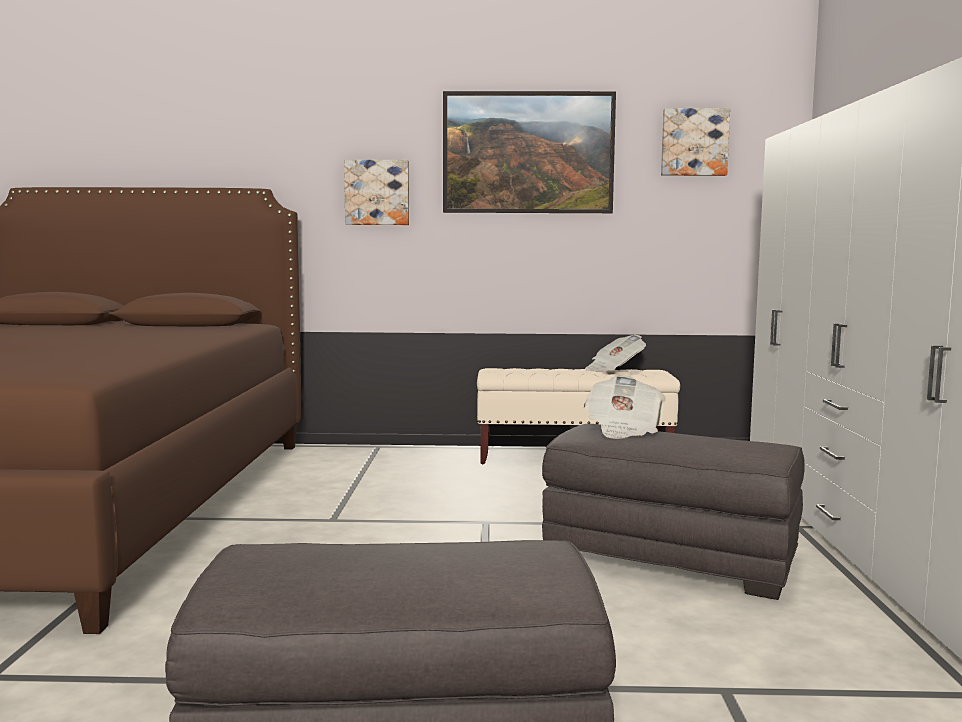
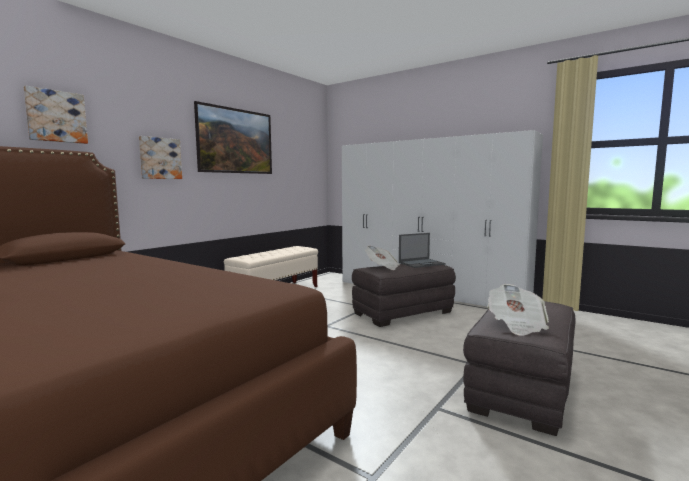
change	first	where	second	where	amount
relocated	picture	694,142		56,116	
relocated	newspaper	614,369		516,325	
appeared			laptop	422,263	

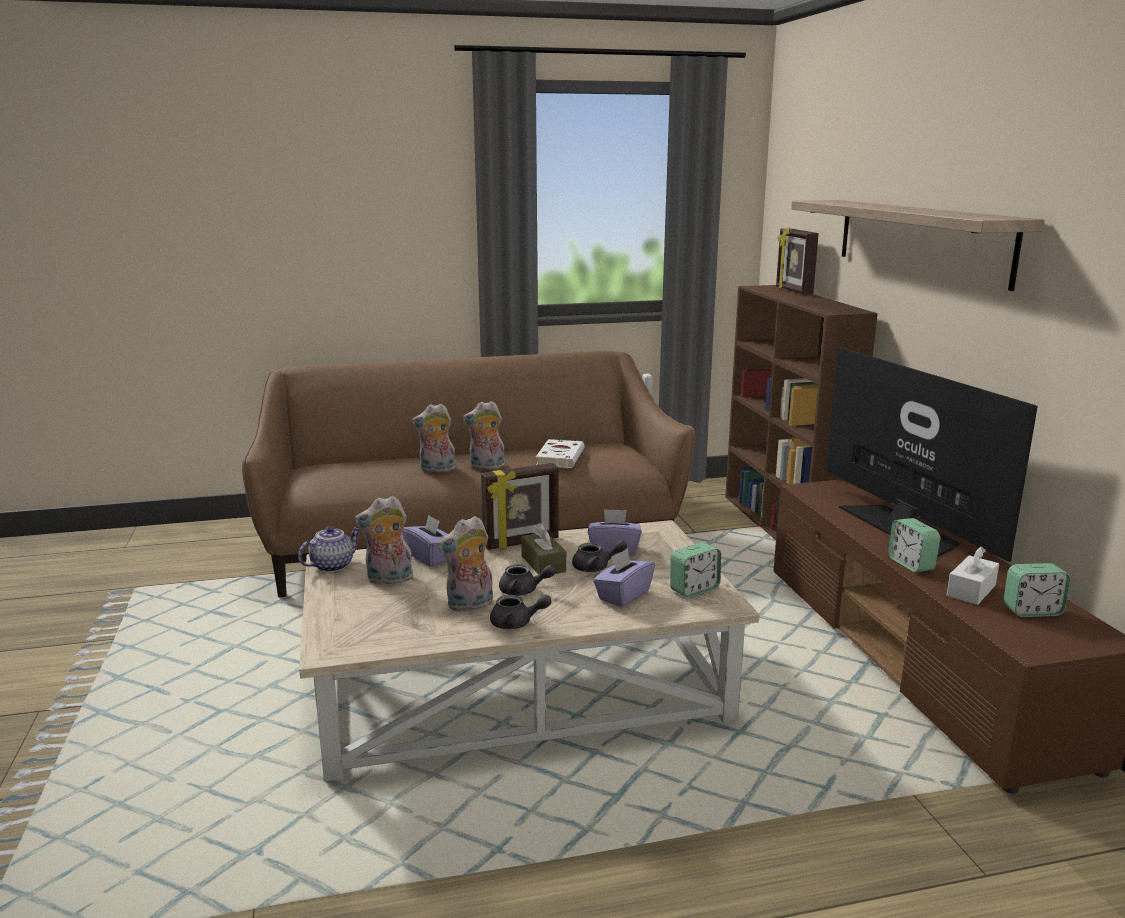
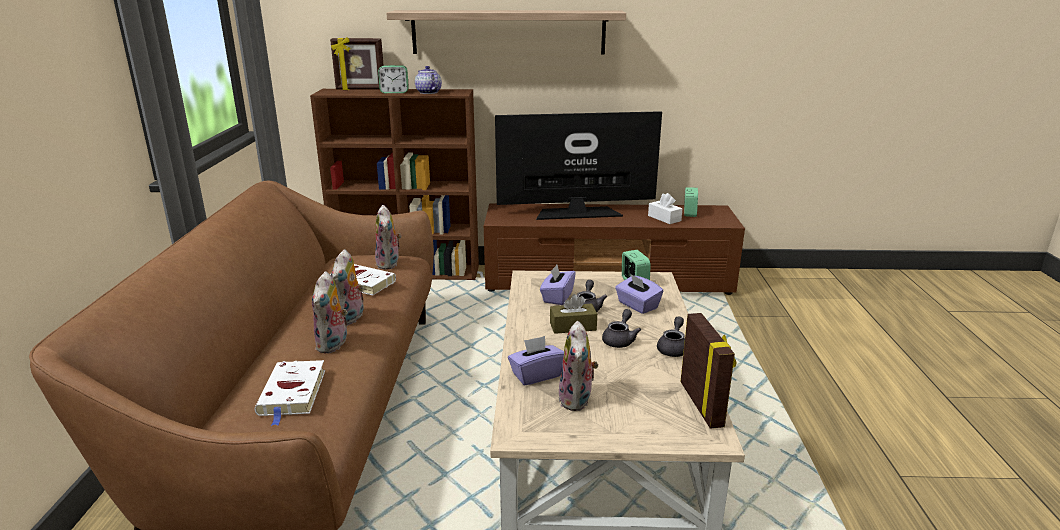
change	first	where	second	where	amount
relocated	picture frame	521,543		702,404	
relocated	plush toy	470,605		389,264	
relocated	alarm clock	911,564		394,92	
relocated	teapot	333,565		428,92	
appeared			white book	292,394	

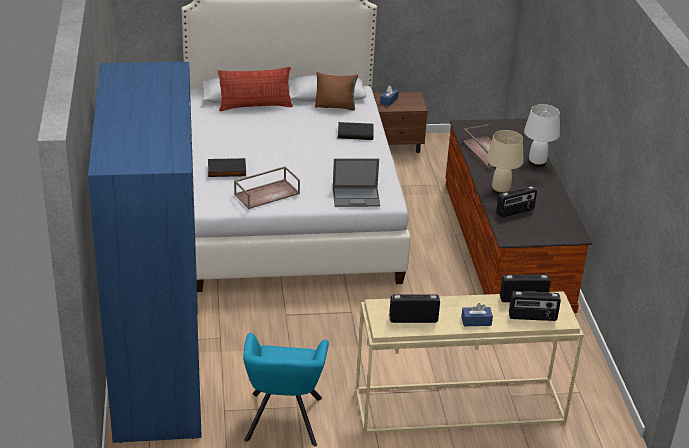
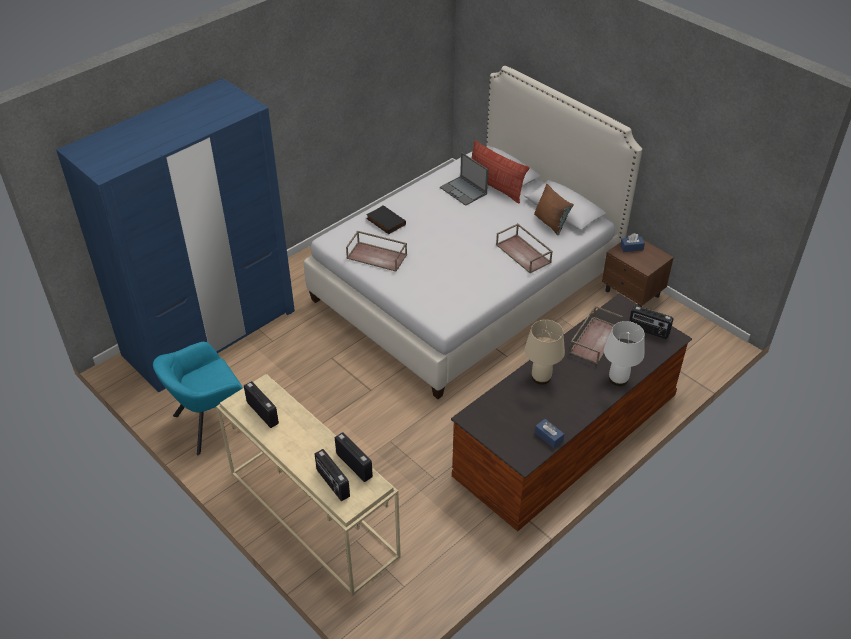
change	first	where	second	where	amount
exchanged	black book	355,133	brown tray	524,253	
relocated	laptop	356,197		464,191	
relocated	radio	515,212		648,331	
relocated	blue tissue box	476,321		548,437	

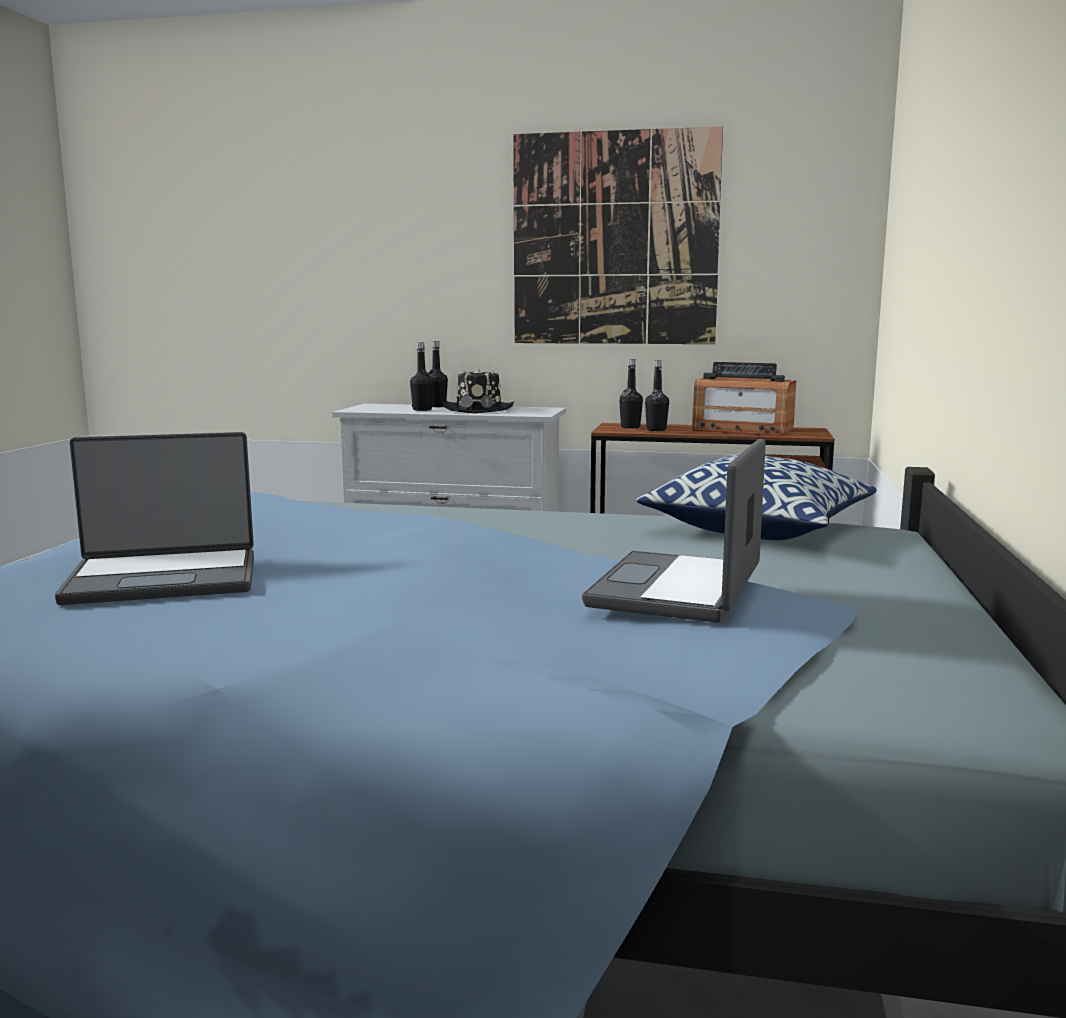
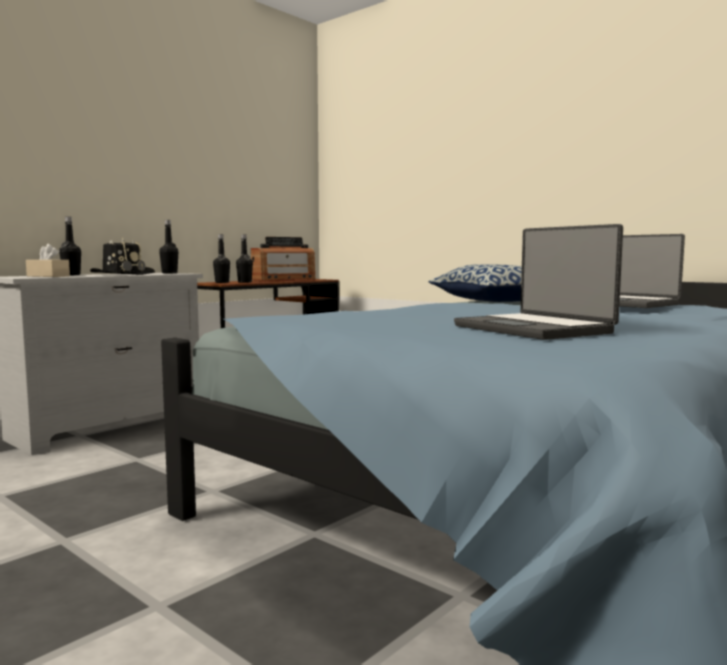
change	first	where	second	where	amount
missing	picture	614,239			
relocated	black bottle	422,409		169,273	
spun	laptop	164,579		534,329	135 degrees clockwise
appeared			beige tissue box	48,276	

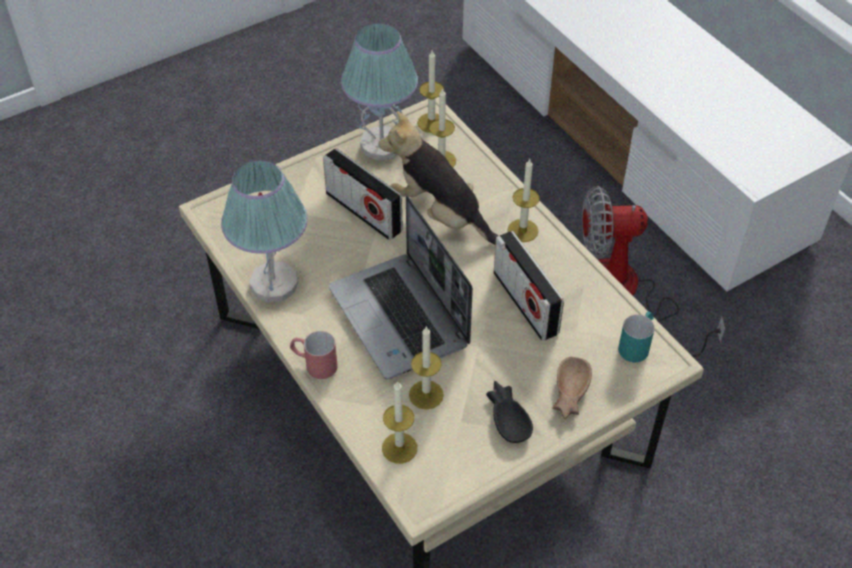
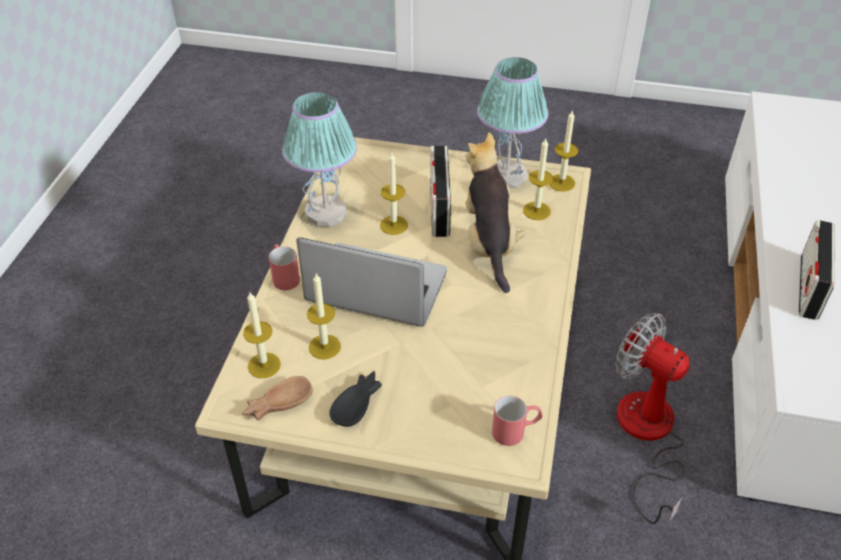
change	first	where	second	where	amount
relocated	candle	522,230		393,225	
spun	laptop	401,318		374,288	90 degrees clockwise
relocated	radio	525,303		808,287	
colour	turquoise mug	636,344	red mug	516,431	
relocated	brown bowl	568,392		277,403	

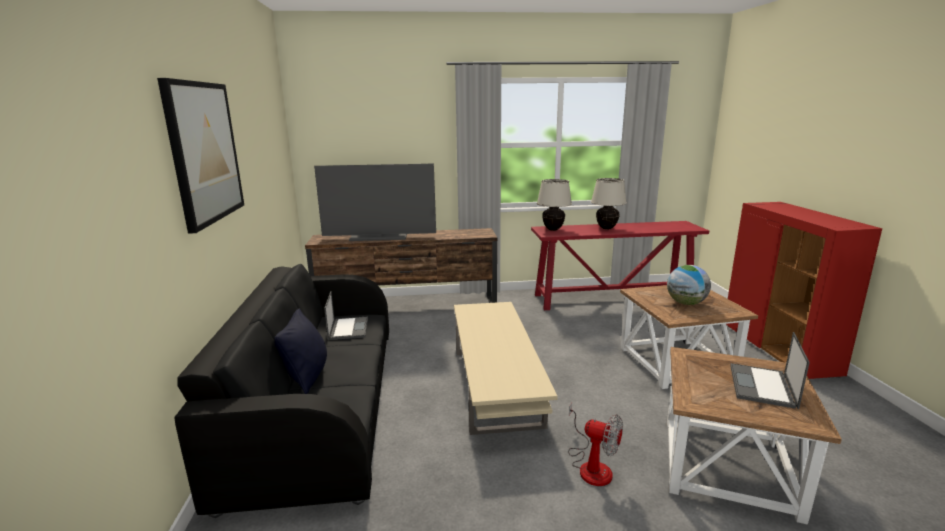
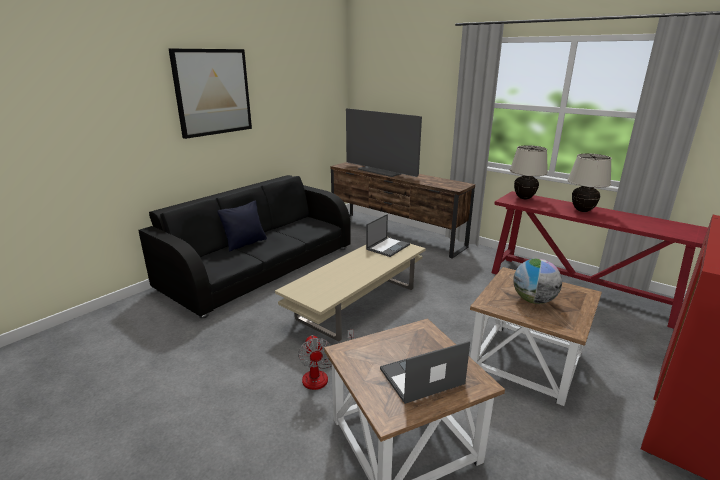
change	first	where	second	where	amount
relocated	laptop	348,328		388,247	

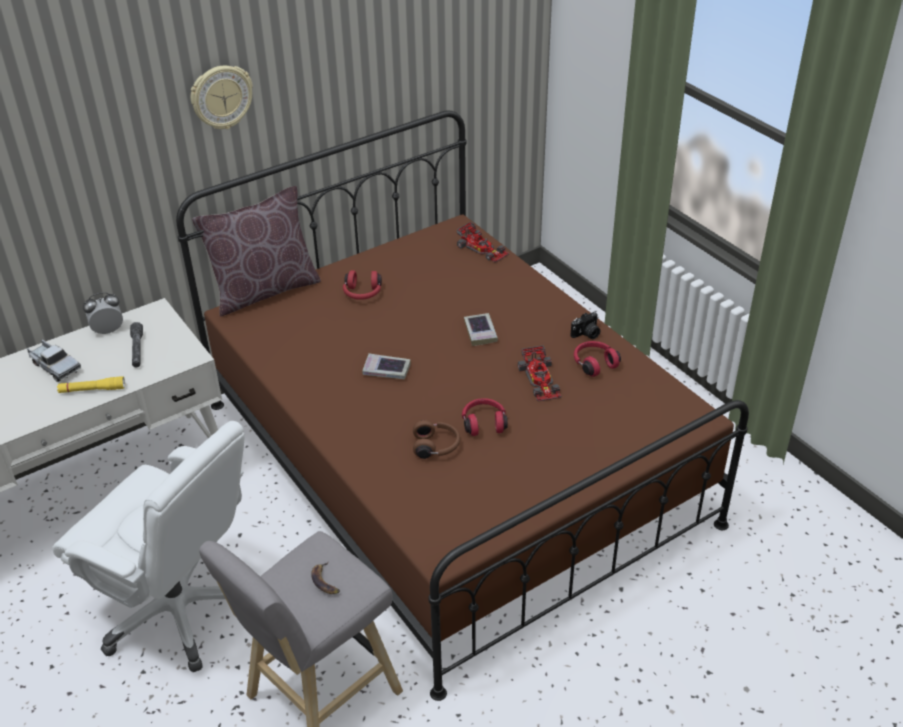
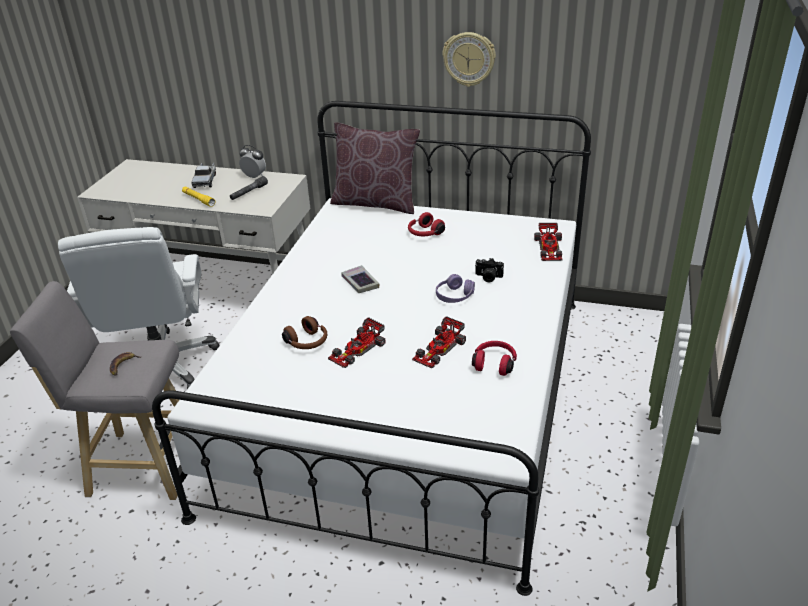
change	first	where	second	where	amount
relocated	wall clock	221,97		469,59	
colour	brown bed	453,461	white bed	407,396	
relocated	photo camera	586,334		488,277	
exchanged	book	480,332	purple headphones	454,296	
exchanged	red headphones	484,423	toy car	357,349	

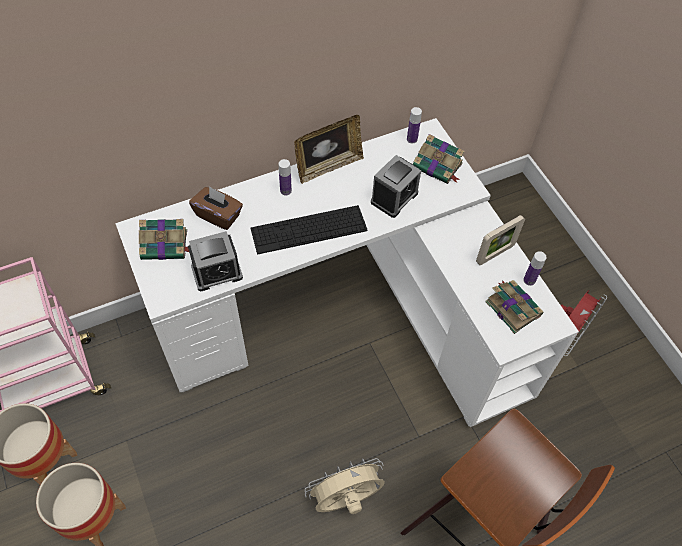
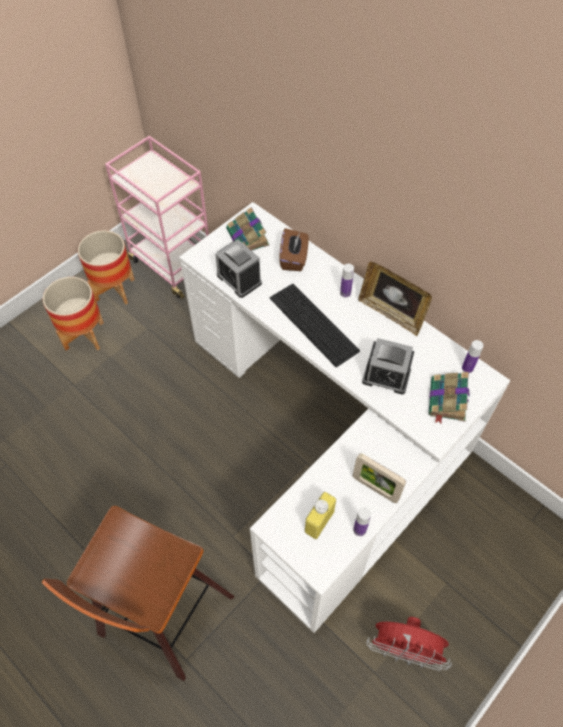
change	first	where	second	where	amount
exchanged	book	512,307	yellow bottle	319,522	
missing	beige fan	346,500			

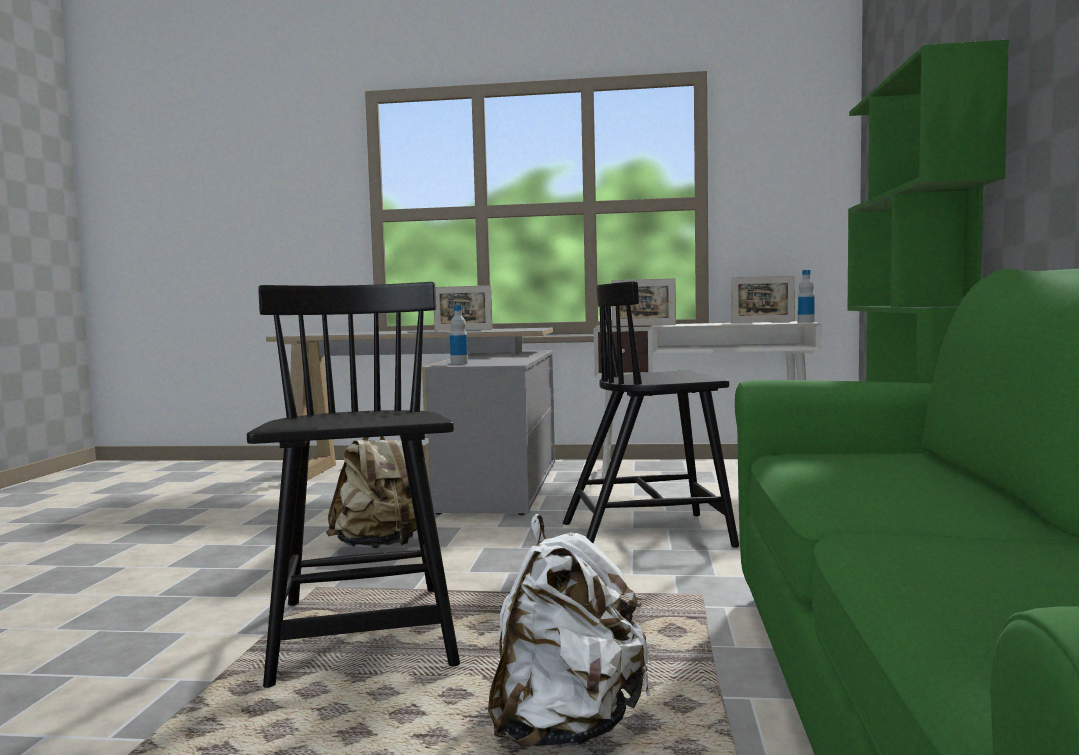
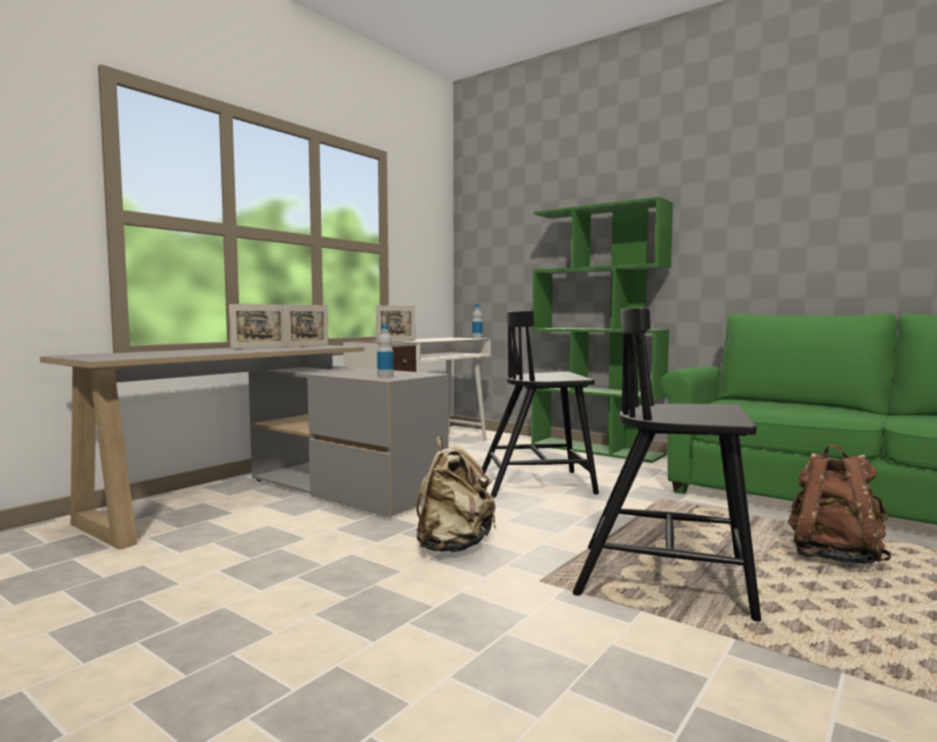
change	first	where	second	where	amount
relocated	picture frame	763,322		307,346	
spun	black chair	649,534		538,484	60 degrees clockwise
colour	white backpack	567,728	brown backpack	834,557	

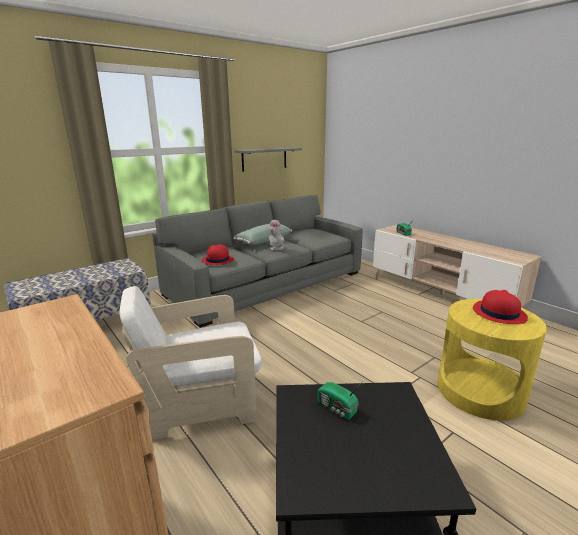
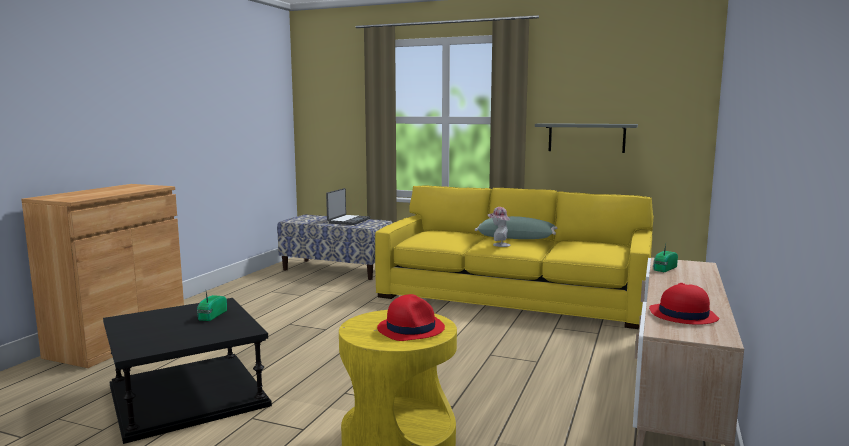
change	first	where	second	where	amount
colour	grey sofa	267,283	yellow sofa	513,296	
relocated	red hat	217,260		682,315	
missing	white armchair	201,403			
appeared			laptop	348,221	

